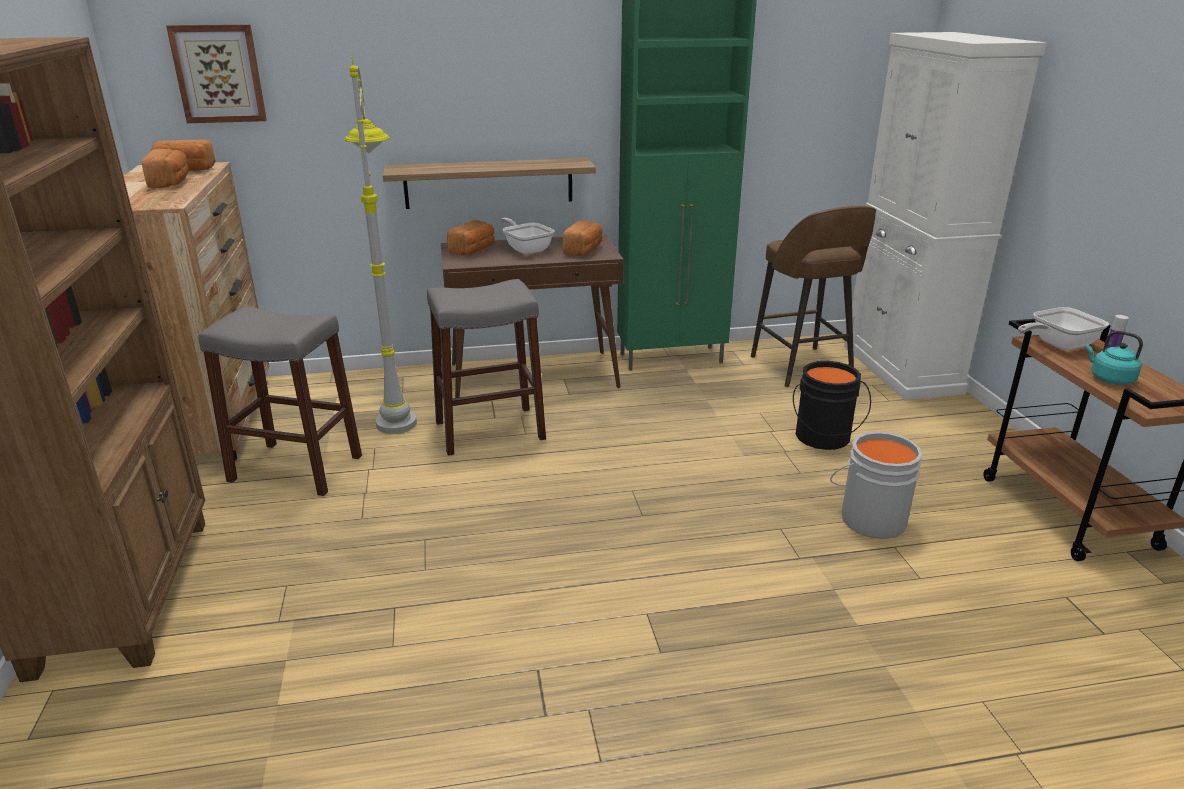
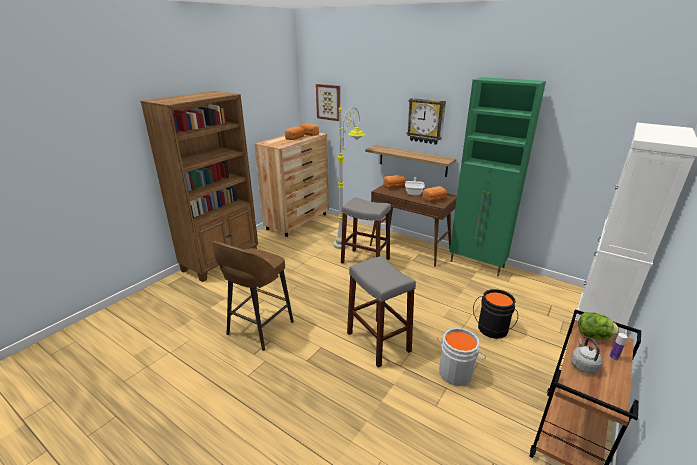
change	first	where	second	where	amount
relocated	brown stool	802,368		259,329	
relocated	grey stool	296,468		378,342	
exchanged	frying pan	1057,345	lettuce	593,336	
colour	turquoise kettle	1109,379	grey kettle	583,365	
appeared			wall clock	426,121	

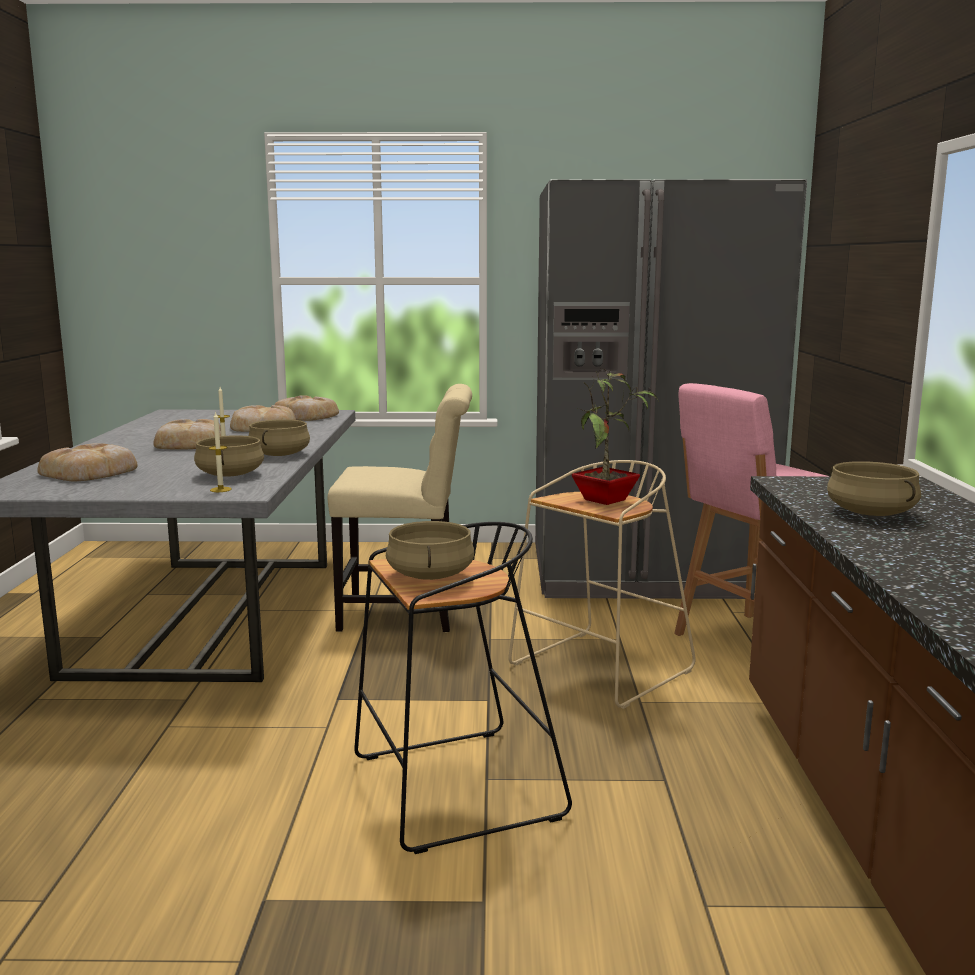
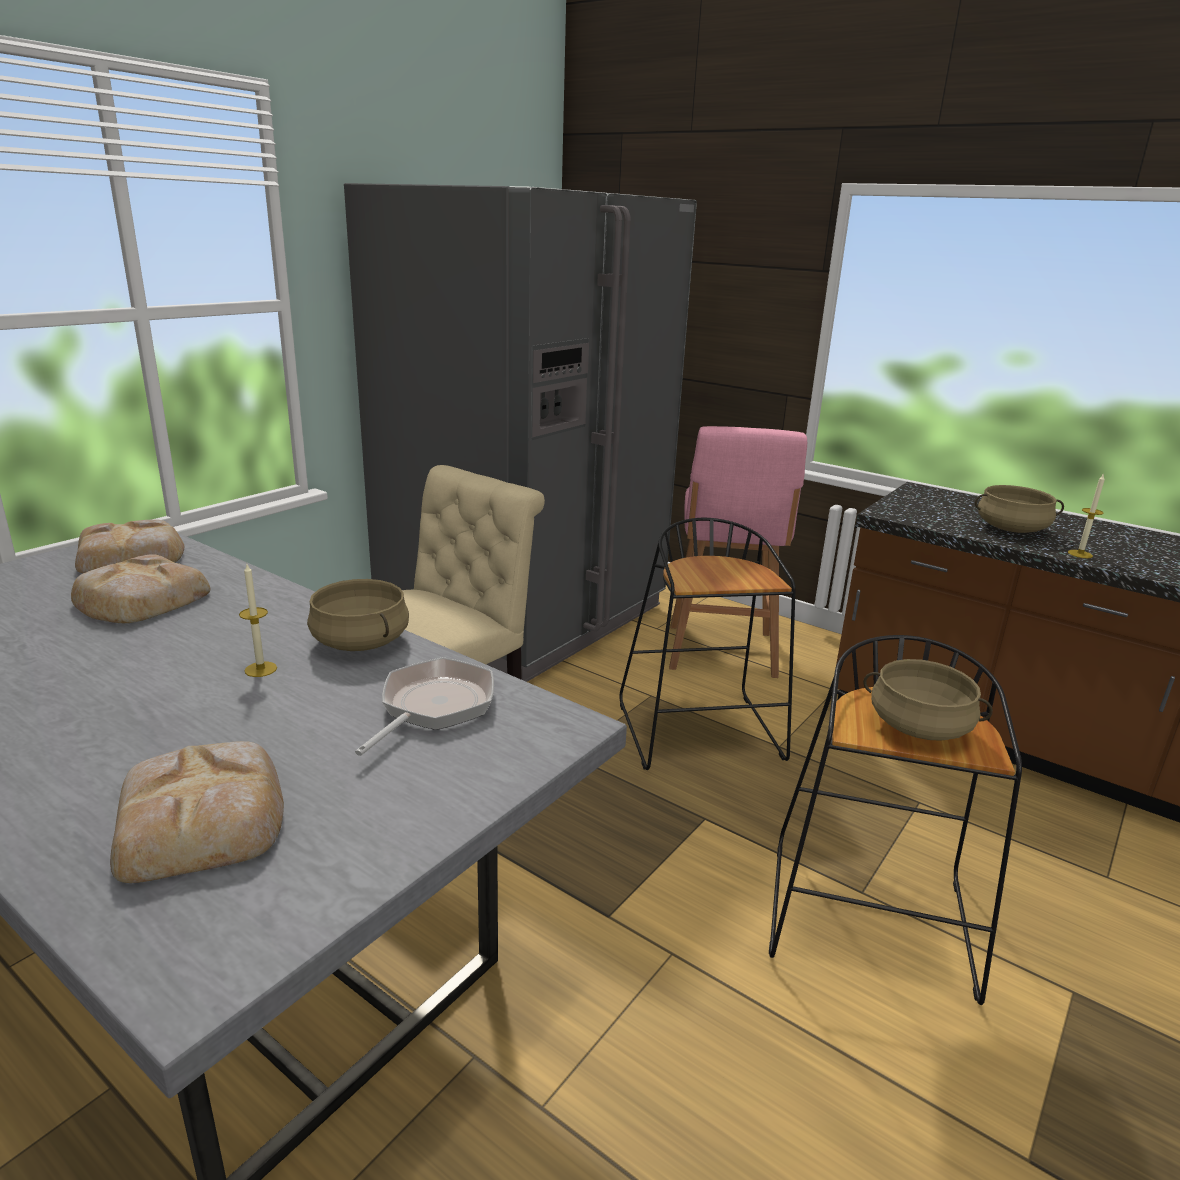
change	first	where	second	where	amount
missing	potted plant	607,501			
relocated	candle	220,489		1080,554	
missing	bread	189,444			
exchanged	beige cooking pot	229,475	frying pan	433,707	
colour	beige stool	600,670	black stool	701,733	

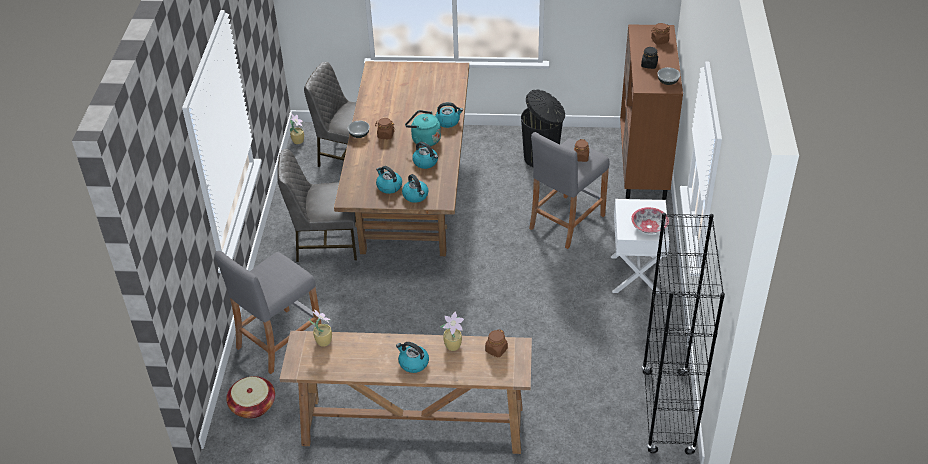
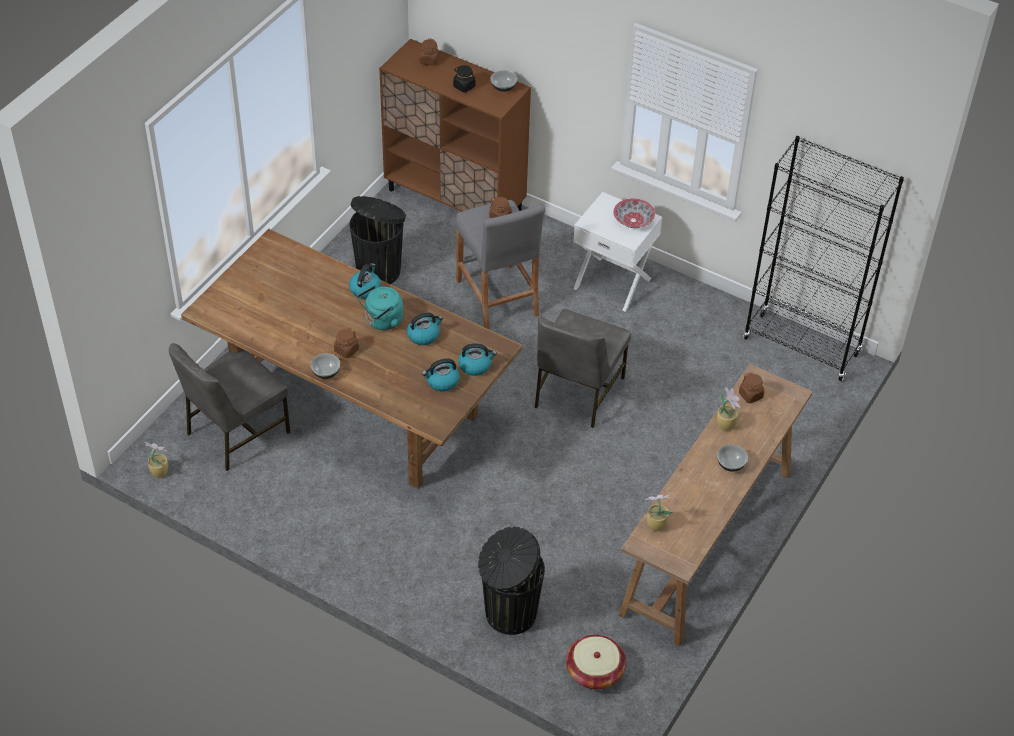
change	first	where	second	where	amount
relocated	grey chair	325,242		577,393	
exchanged	grey stool	279,340	black trash can	509,613	
exchanged	kettle	413,363	bowl	731,464	

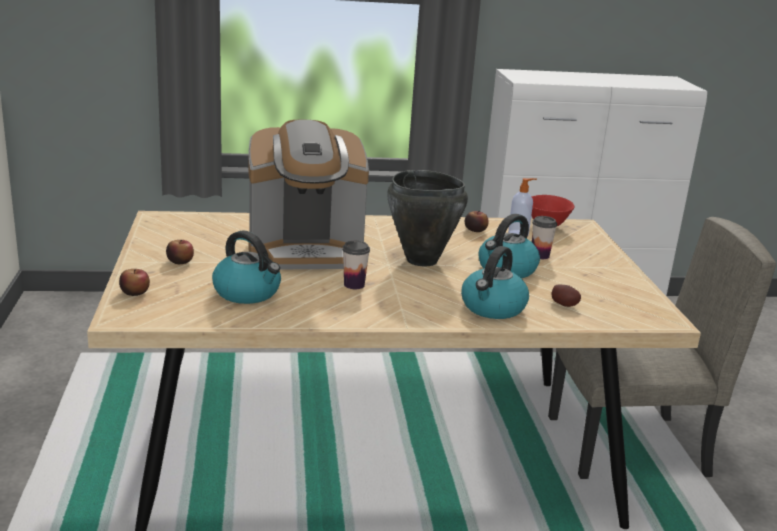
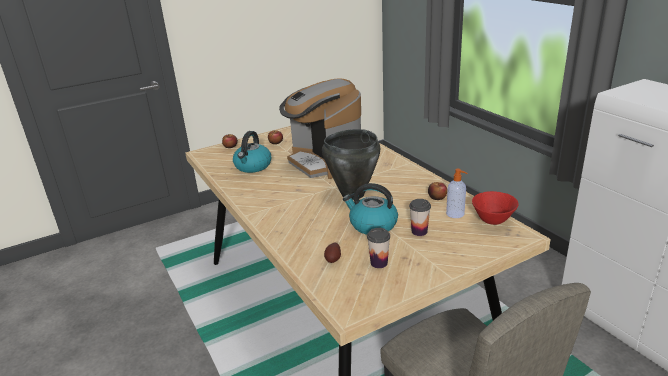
change	first	where	second	where	amount
relocated	cup	354,285		379,263	
missing	kettle	493,308			

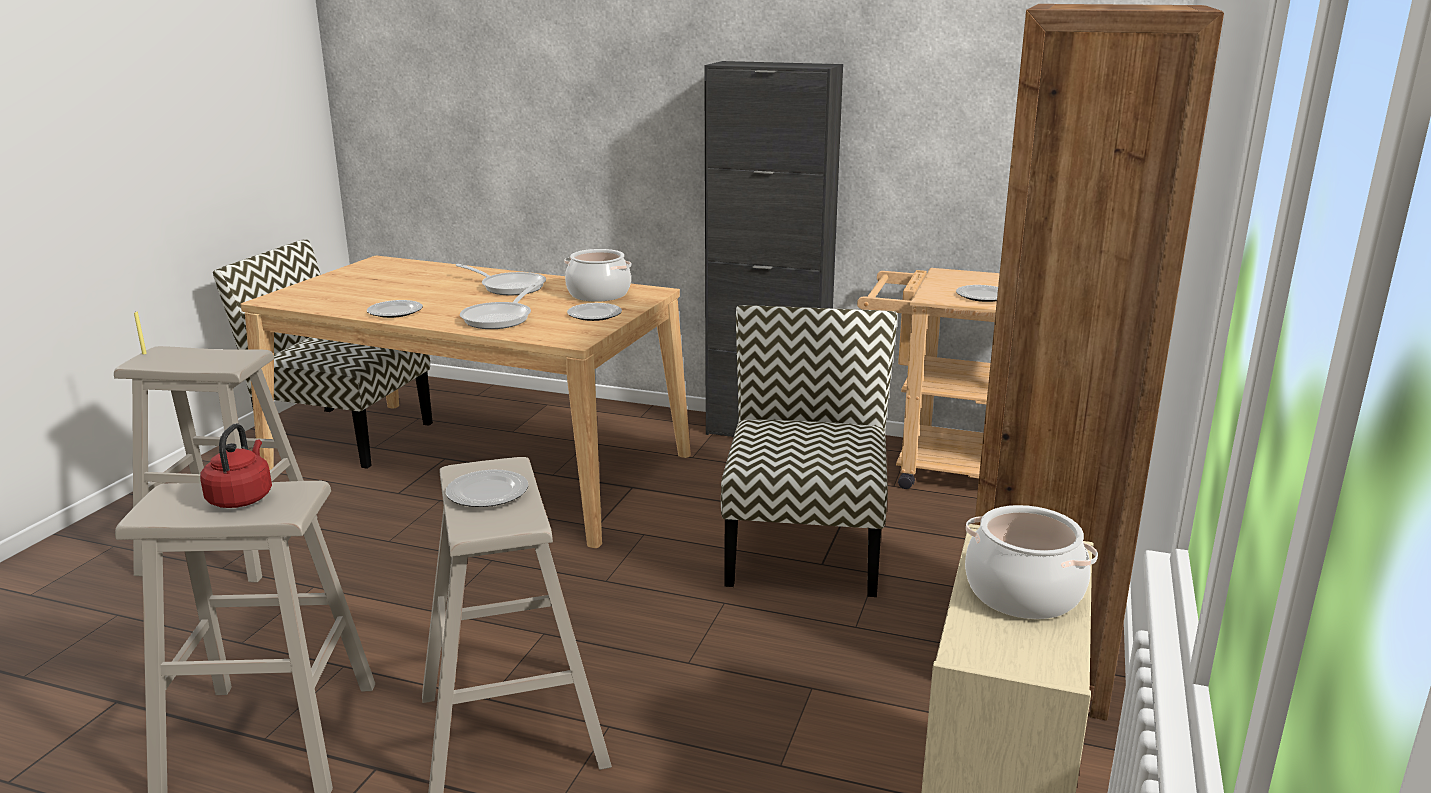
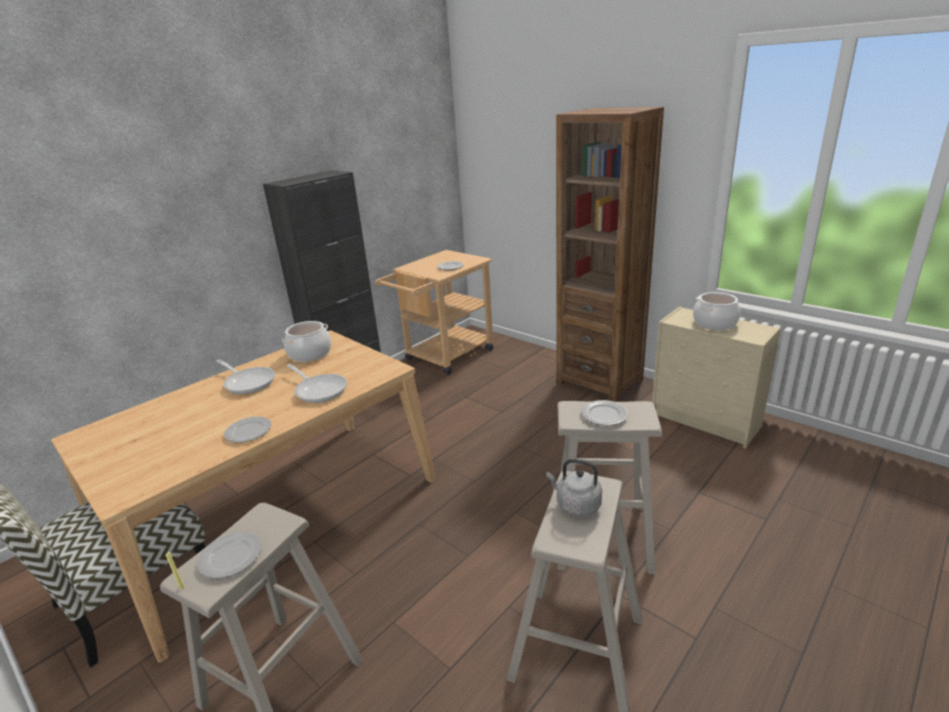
change	first	where	second	where	amount
spun	frying pan	509,287		248,382	75 degrees clockwise
relocated	plate	594,315		231,557	
missing	chair	804,547			
colour	red kettle	242,497	grey kettle	576,505	

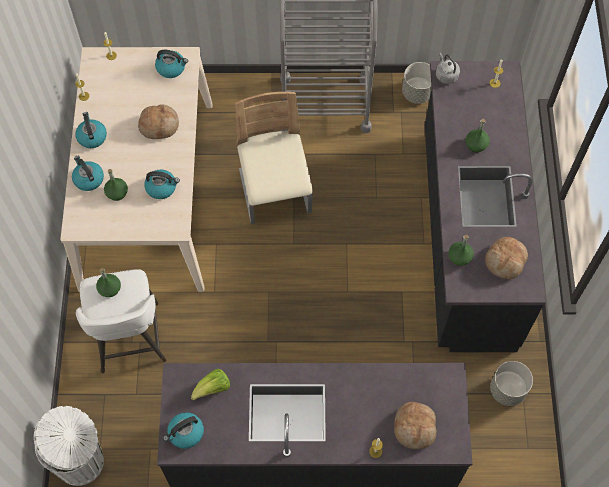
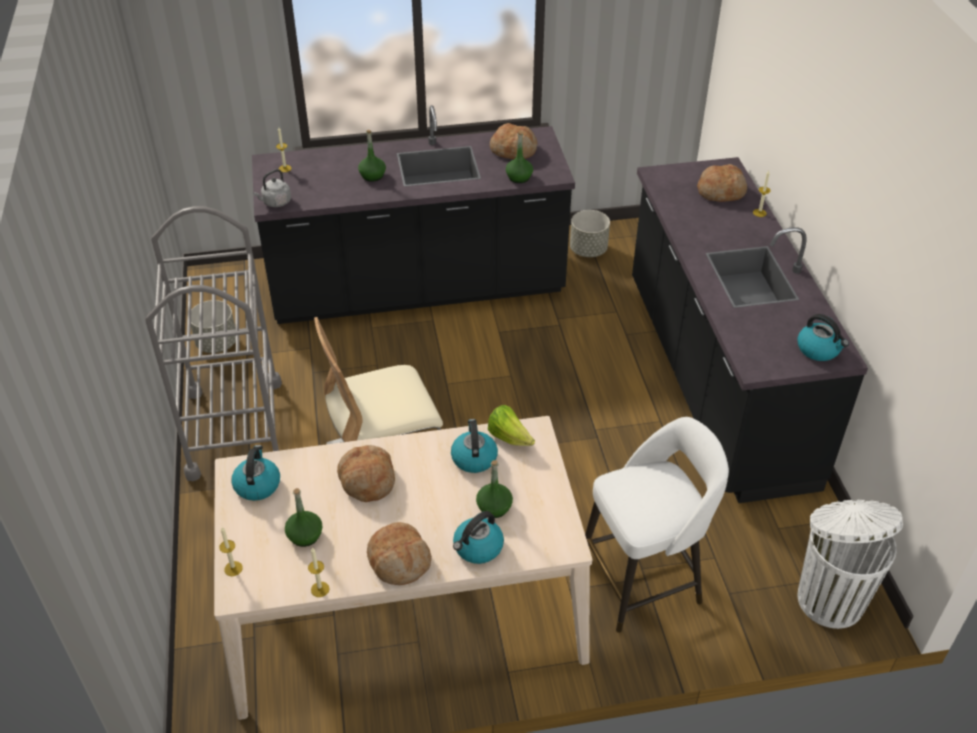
change	first	where	second	where	amount
exchanged	kettle	92,137	bread	399,560	
relocated	green bottle	109,289		305,536	
relocated	lettuce	213,388		509,437	

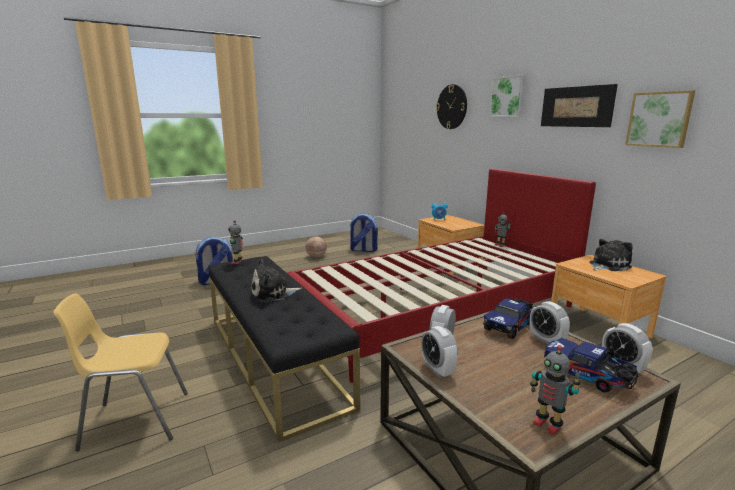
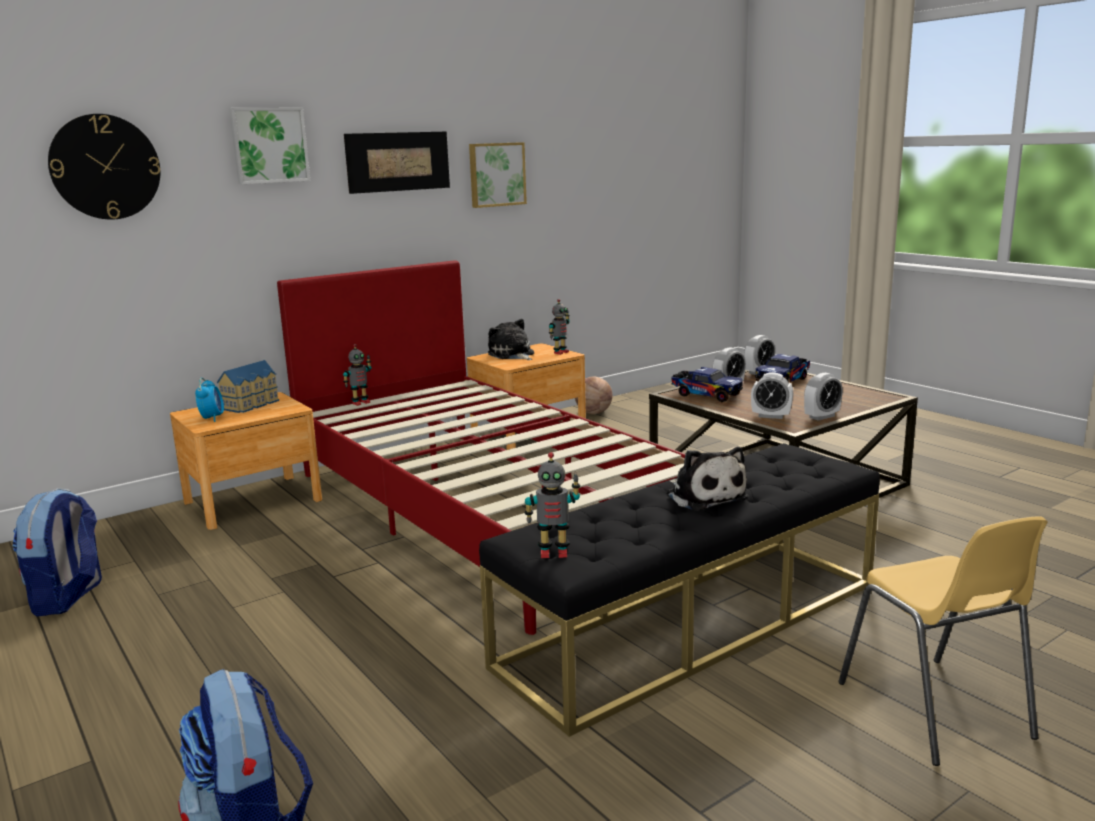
change	first	where	second	where	amount
relocated	basketball	316,257		593,413	
relocated	toy robot	547,424		560,352	
appeared			toy house	252,404	

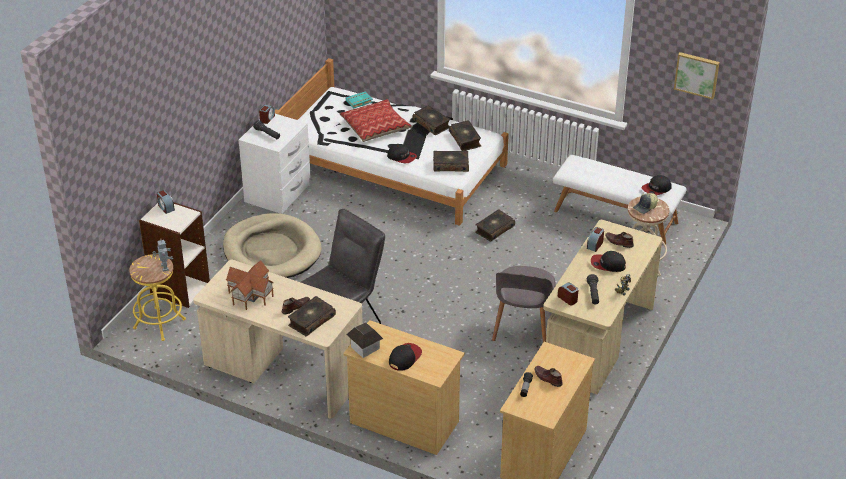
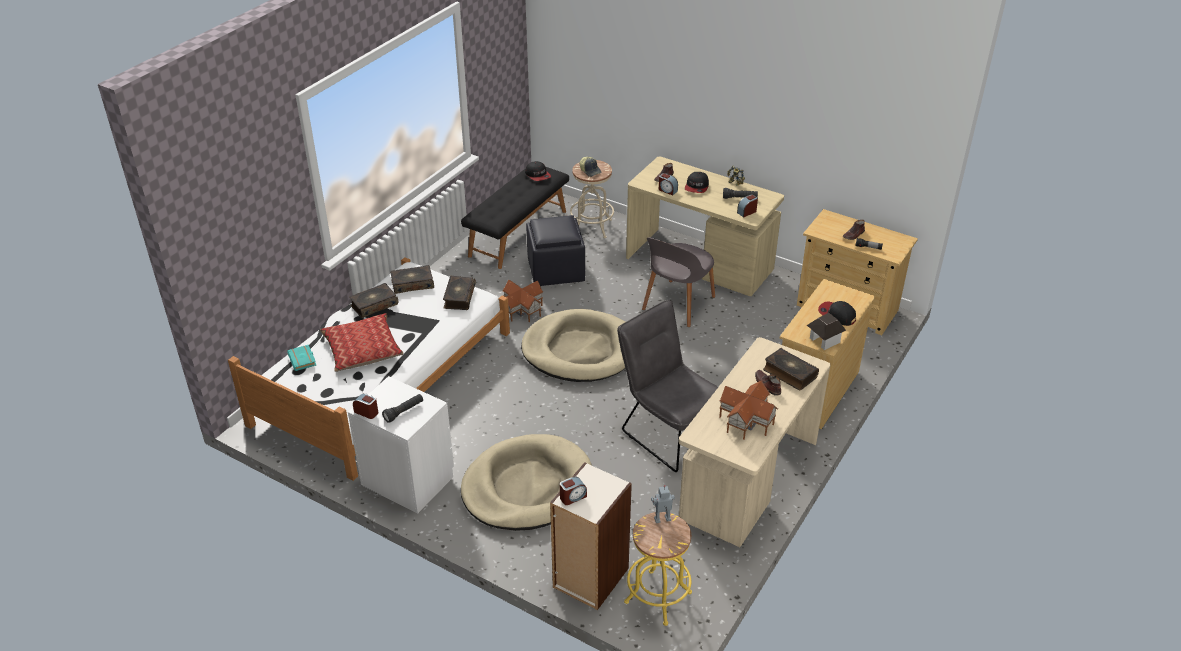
change	first	where	second	where	amount
missing	picture	697,74			
missing	cap	402,157			
colour	white bench	616,216	black bench	517,233	
exchanged	book	494,229	toy house	521,310	
spun	grey chair	522,327		677,304	105 degrees clockwise
appeared			black ottoman	555,270	
appeared			beige dog bed	580,350	

